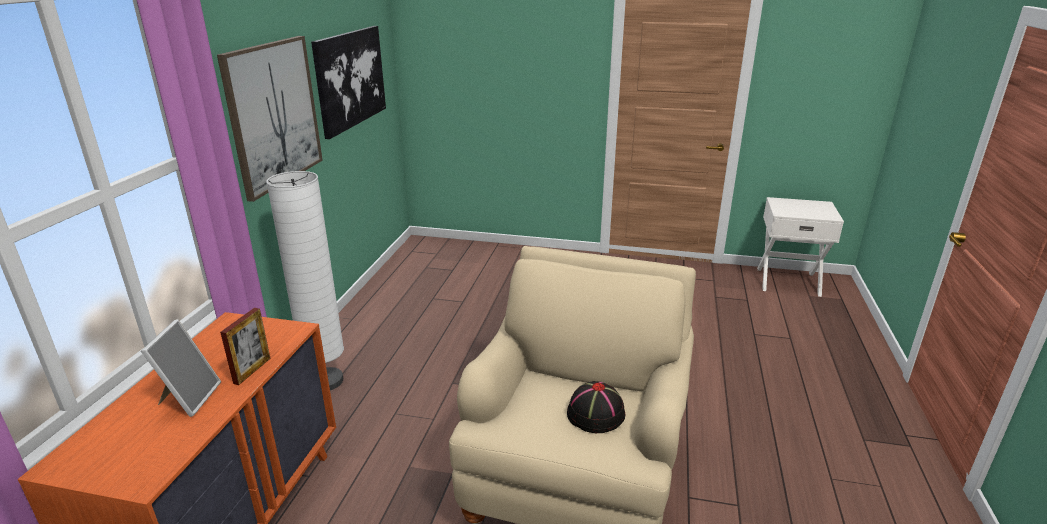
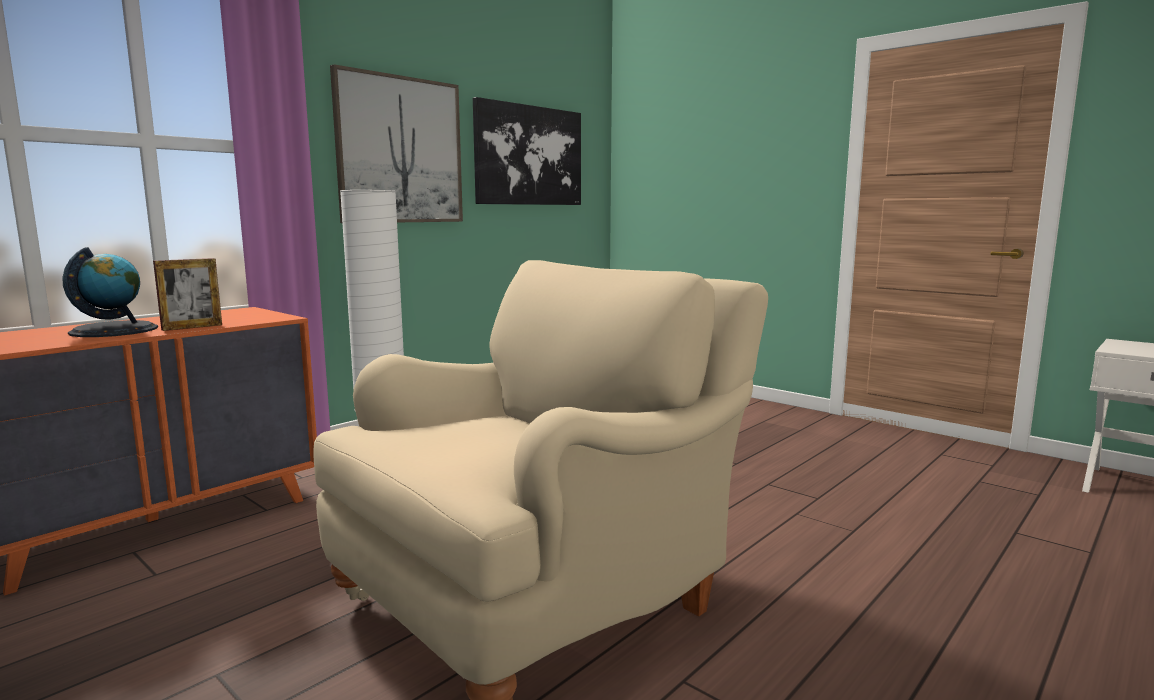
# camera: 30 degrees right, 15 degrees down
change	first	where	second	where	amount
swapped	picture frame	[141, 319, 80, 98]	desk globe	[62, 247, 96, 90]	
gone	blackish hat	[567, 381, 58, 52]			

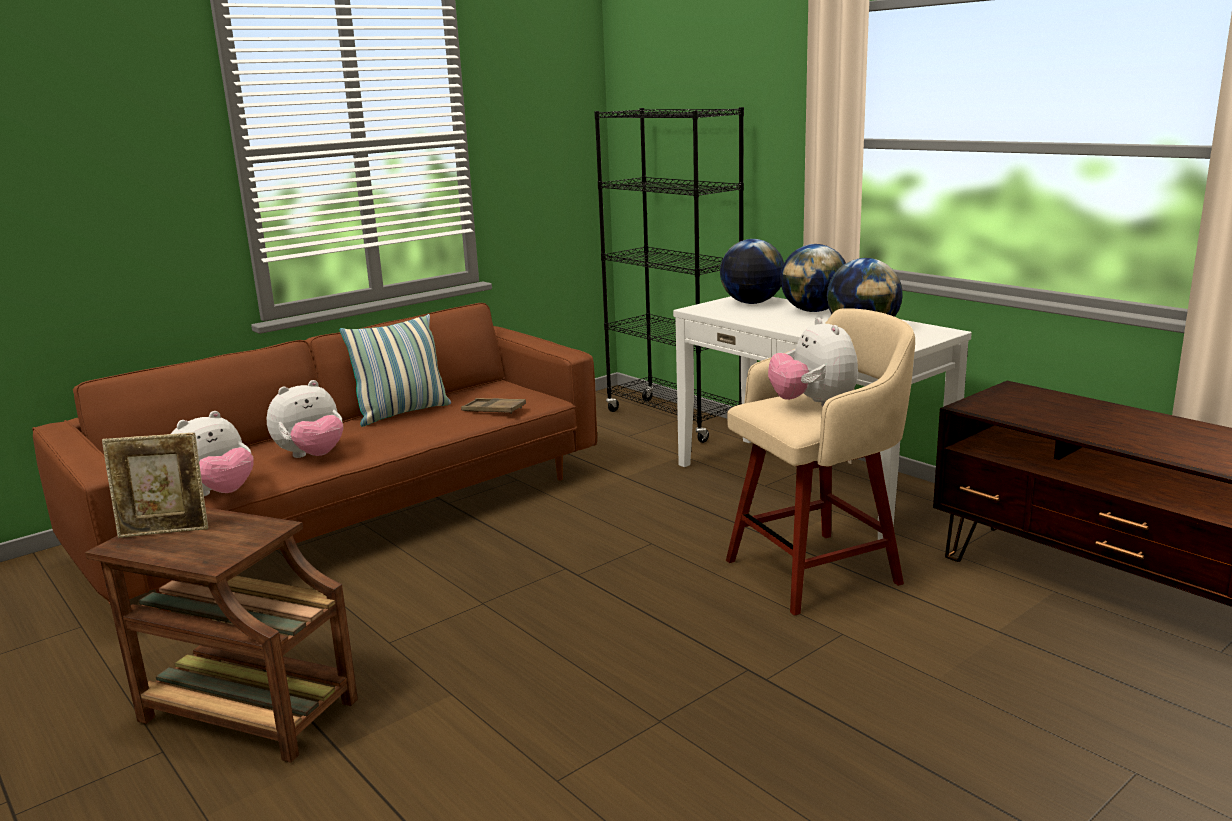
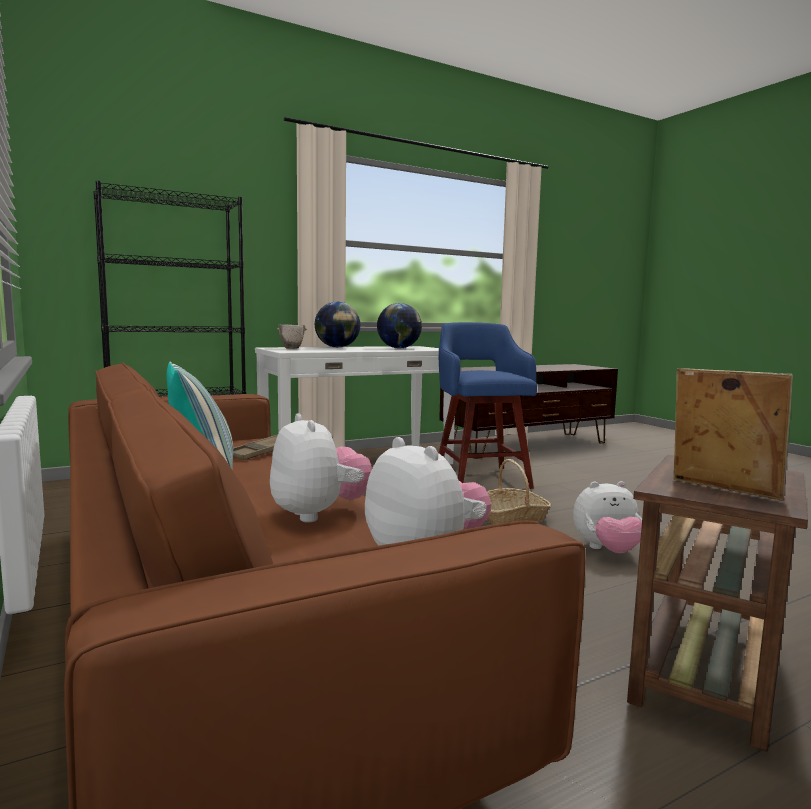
# camera: 80 degrees left, 10 degrees down
change	first	where	second	where	amount
swapped	desk globe	[720, 239, 64, 65]	deep dish	[277, 324, 30, 25]	
repainted	sand-coloured stool seat	[726, 308, 189, 308]	bluish stool seat	[439, 322, 98, 167]	
new			basket	[486, 459, 65, 65]	
shifted	cuddly toy	[768, 317, 90, 89]		[573, 481, 69, 72]	
rotated	picture frame	[102, 433, 106, 105]		[673, 368, 120, 133]	45 degrees counterclockwise

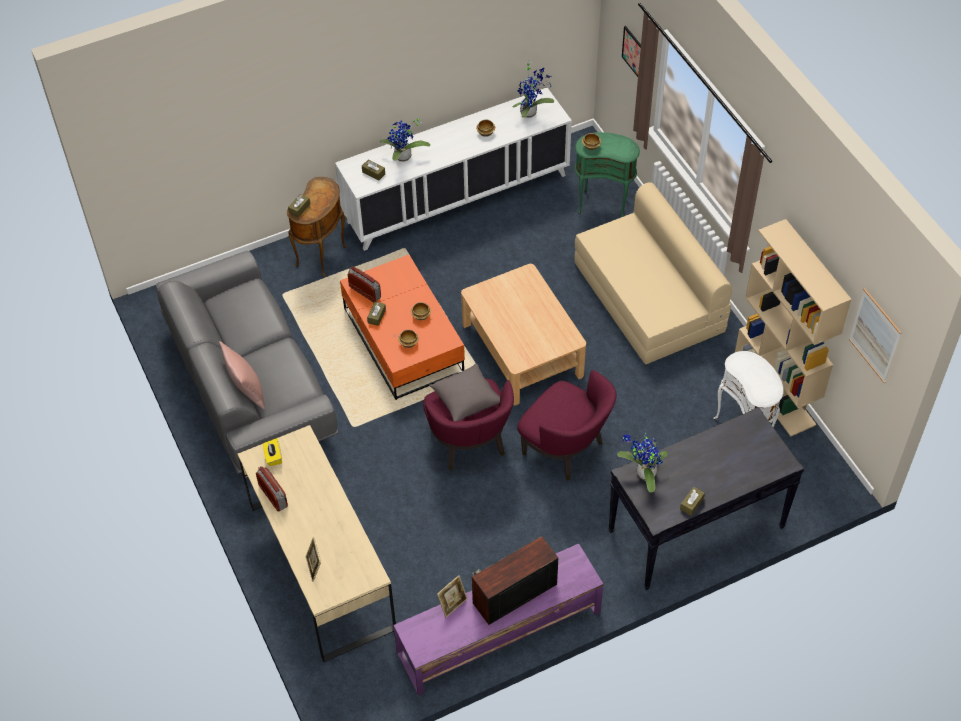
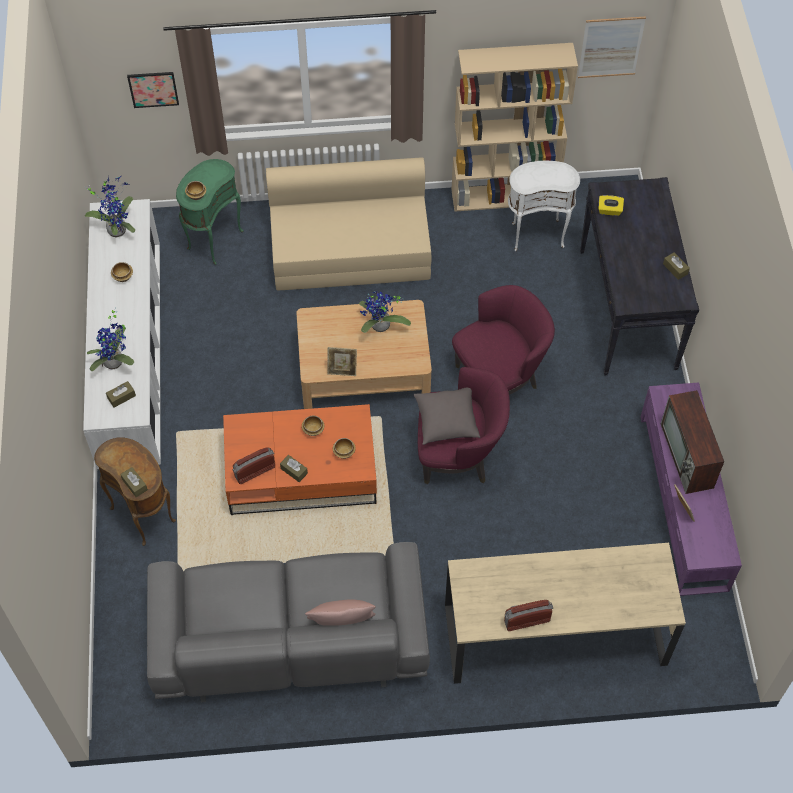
# camera: 70 degrees left, 5 degrees up
change	first	where	second	where	amount
shifted	picture frame	[306, 537, 15, 45]		[328, 347, 29, 29]	
shifted	potted plant	[617, 433, 51, 60]		[359, 291, 52, 42]	
shifted	yellow-coloured tissue box	[263, 438, 19, 28]		[598, 195, 26, 21]	

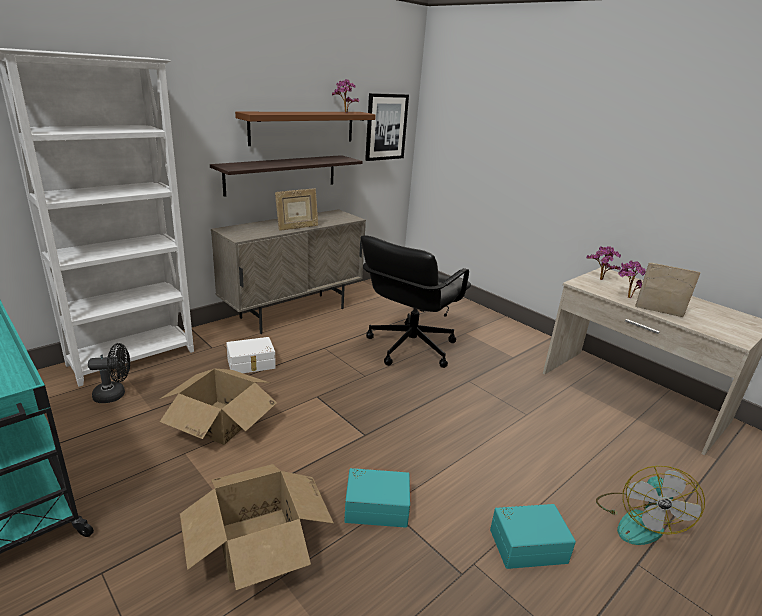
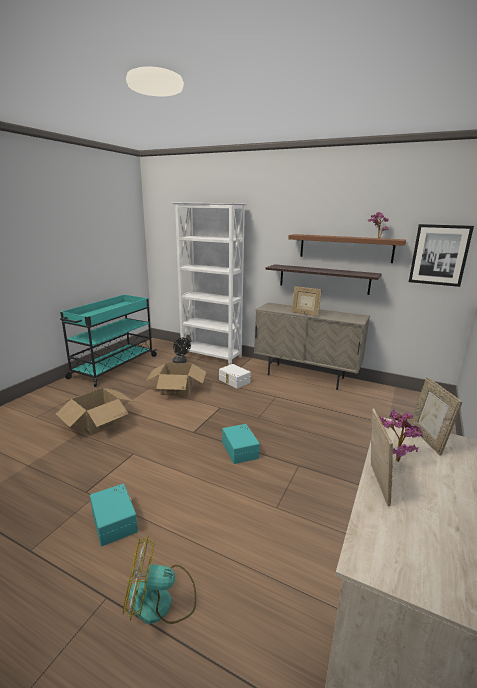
# camera: 70 degrees right, 5 degrees down
change	first	where	second	where	amount
shifted	turquoise-coloured storage box	[344, 468, 66, 60]		[222, 424, 38, 40]	
swapped	potted plant	[586, 246, 35, 34]	picture frame	[410, 377, 52, 78]	
gone	blackish desk chair	[360, 235, 111, 133]			

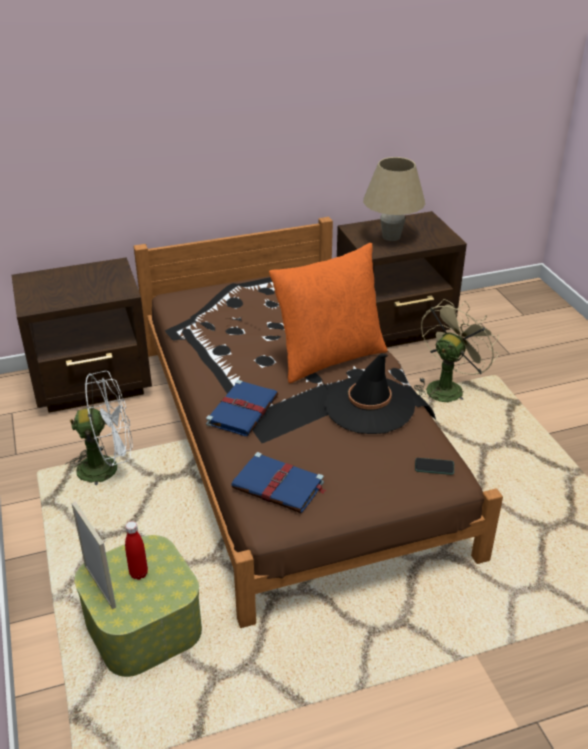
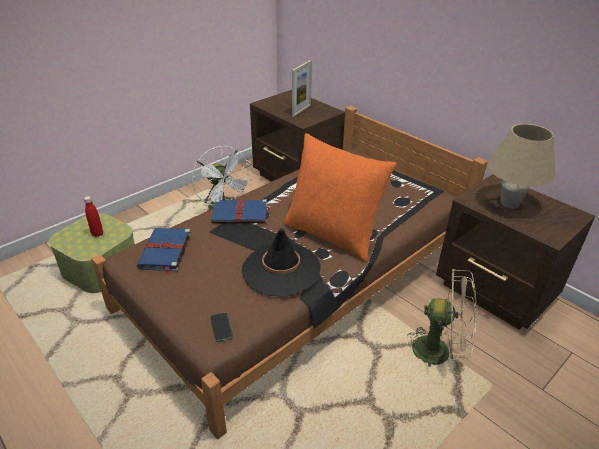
# camera: 65 degrees right, 0 degrees up
change	first	where	second	where	amount
shifted	picture frame	[71, 501, 45, 108]		[292, 60, 20, 57]	

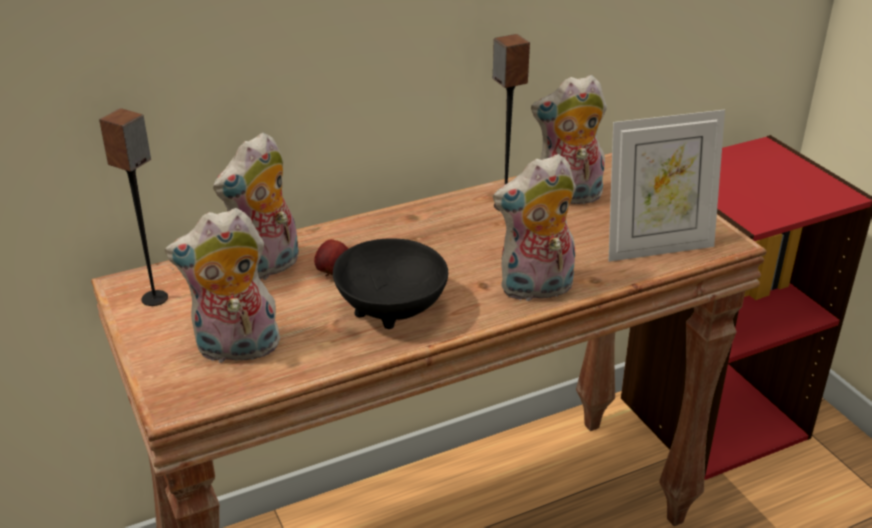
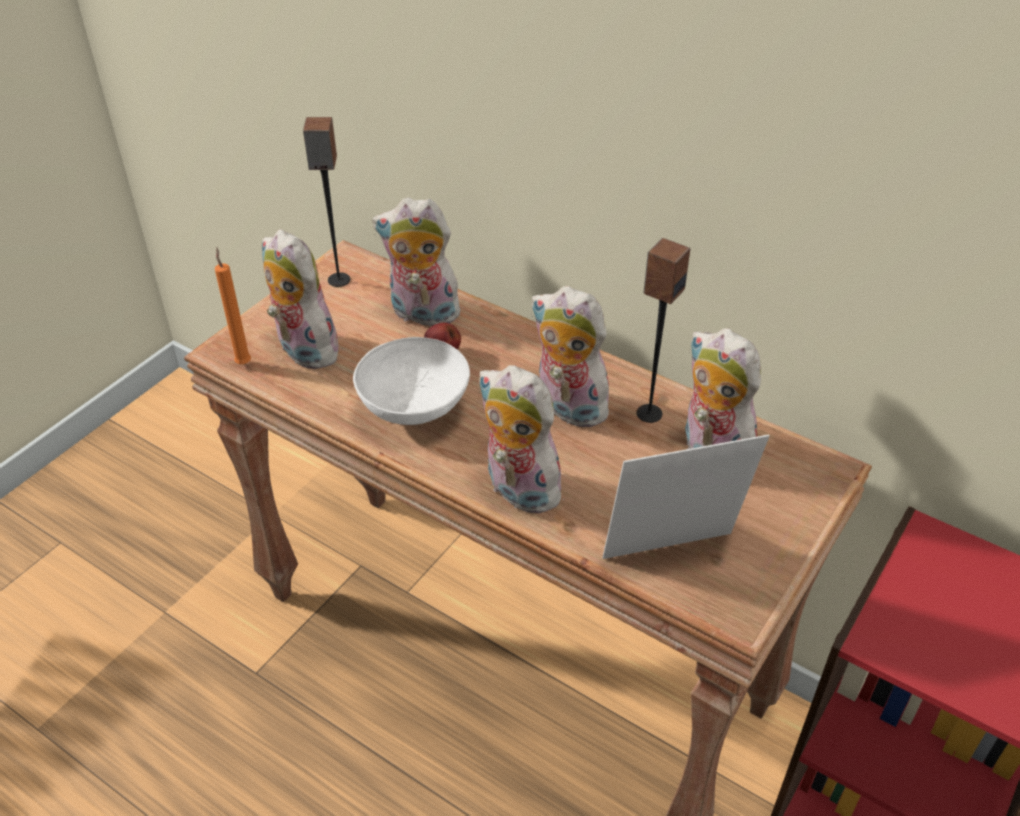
# camera: 60 degrees right, 10 degrees up
change	first	where	second	where	amount
new			orange wax candle	[215, 248, 36, 116]	
repainted	blackish deep dish	[333, 238, 115, 91]	white-coloured deep dish	[353, 337, 117, 88]	
new			cuddly toy	[531, 286, 81, 141]	
rotated	picture frame	[609, 110, 116, 152]		[602, 434, 167, 125]	120 degrees clockwise

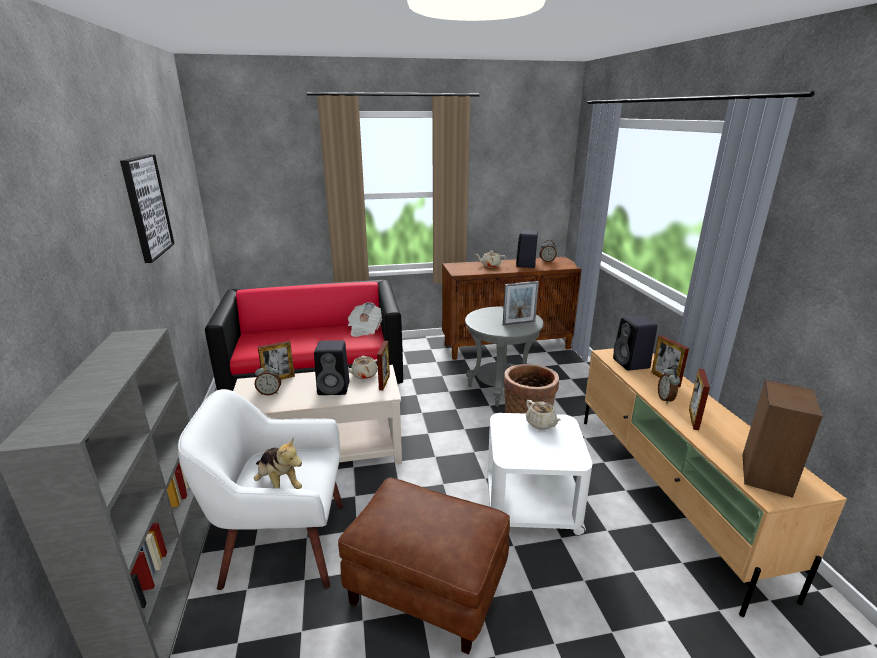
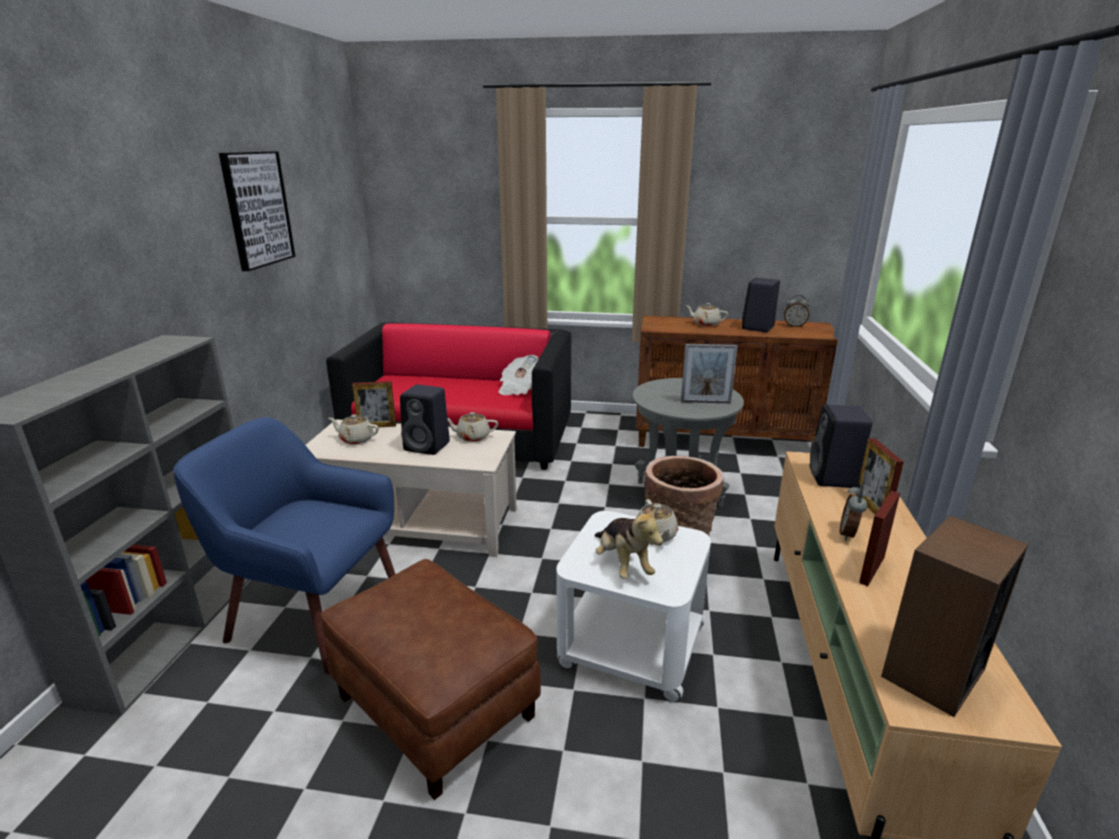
# camera: 20 degrees right, 0 degrees up
change	first	where	second	where	amount
repainted	white-coloured easy chair	[178, 389, 165, 201]	bluish easy chair	[173, 417, 222, 257]	
swapped	bedside clock	[255, 364, 26, 31]	sand-coloured teapot	[328, 415, 51, 29]	
shifted	cuddly toy	[254, 436, 48, 53]		[594, 507, 69, 72]	
gone	picture frame	[377, 341, 13, 49]			

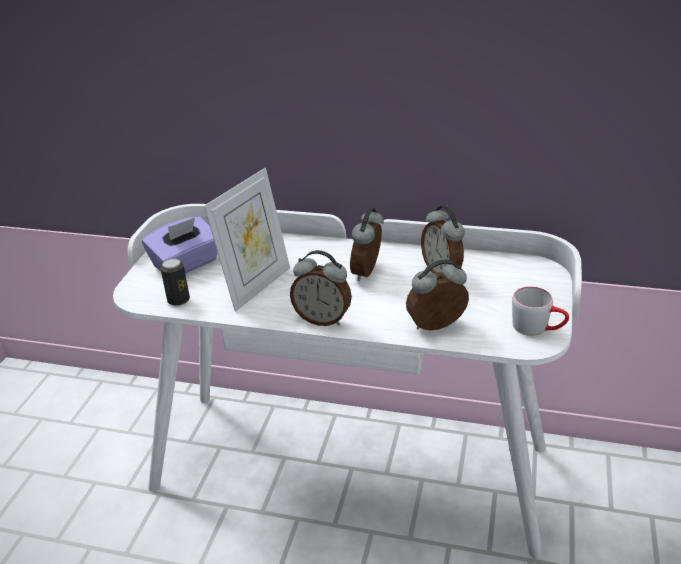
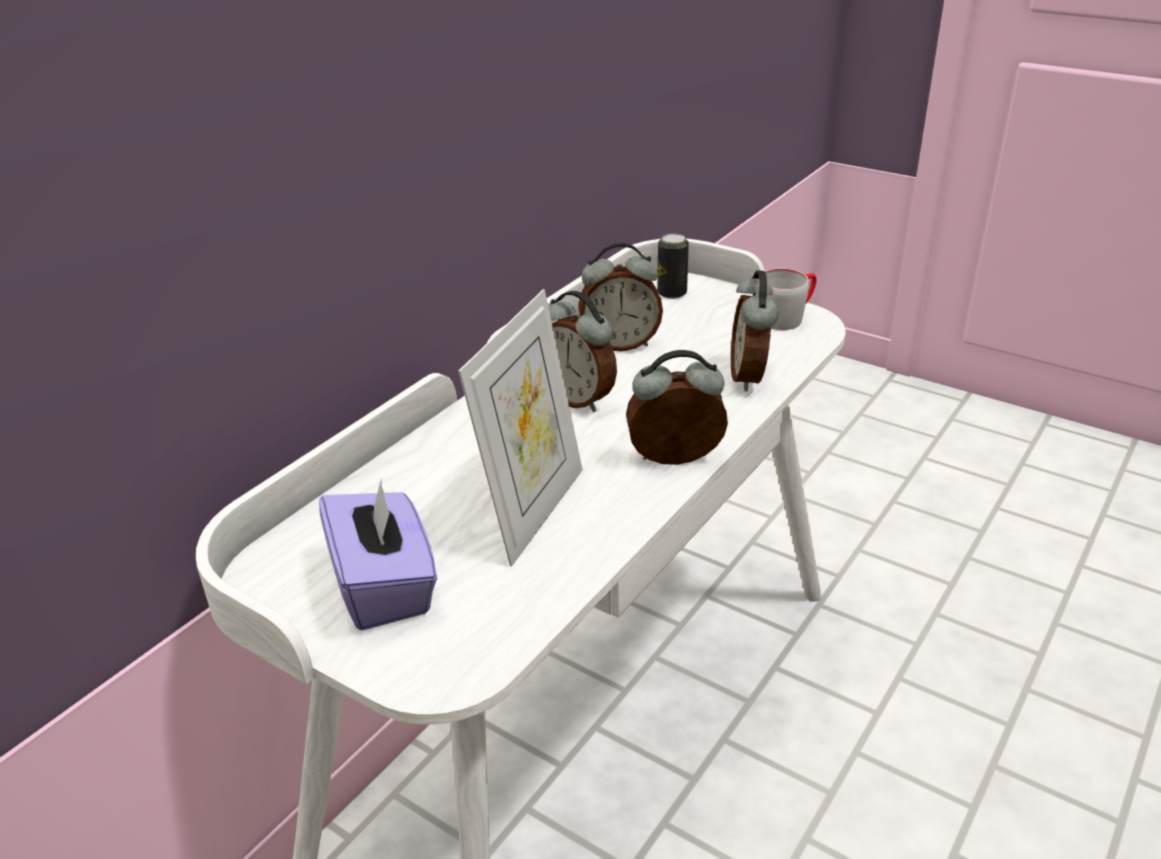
# camera: 70 degrees left, 0 degrees up
change	first	where	second	where	amount
rotated	picture frame	[204, 168, 86, 144]		[458, 289, 125, 277]	60 degrees clockwise
rotated	bedside clock	[290, 250, 62, 76]		[626, 350, 102, 115]	135 degrees counterclockwise
shifted	metal can	[160, 258, 30, 48]		[657, 233, 32, 66]	

